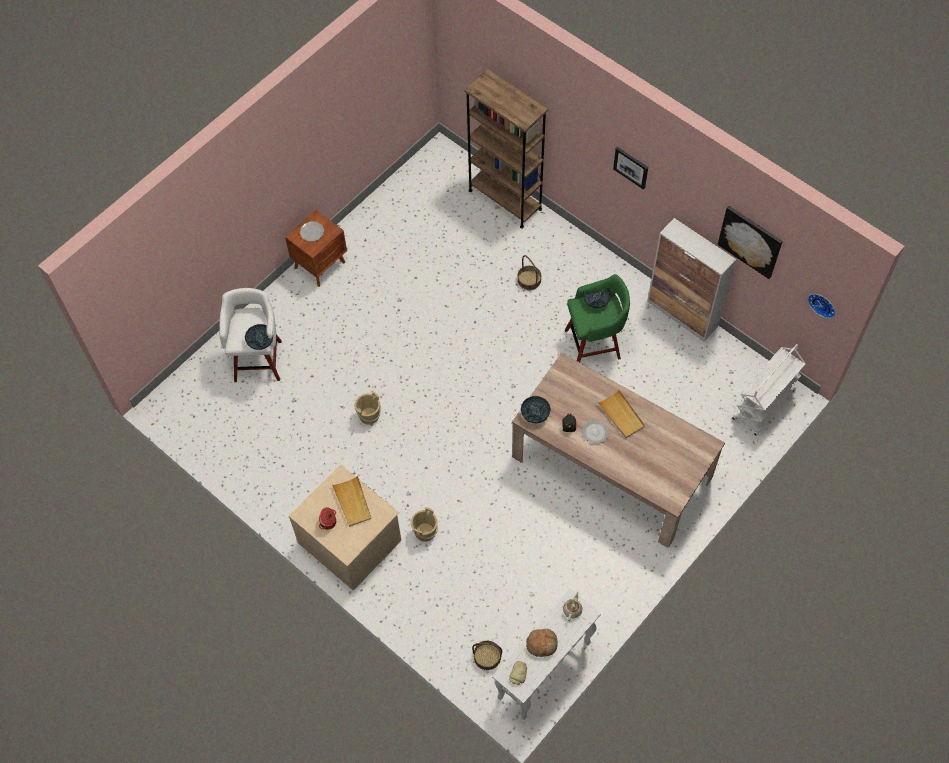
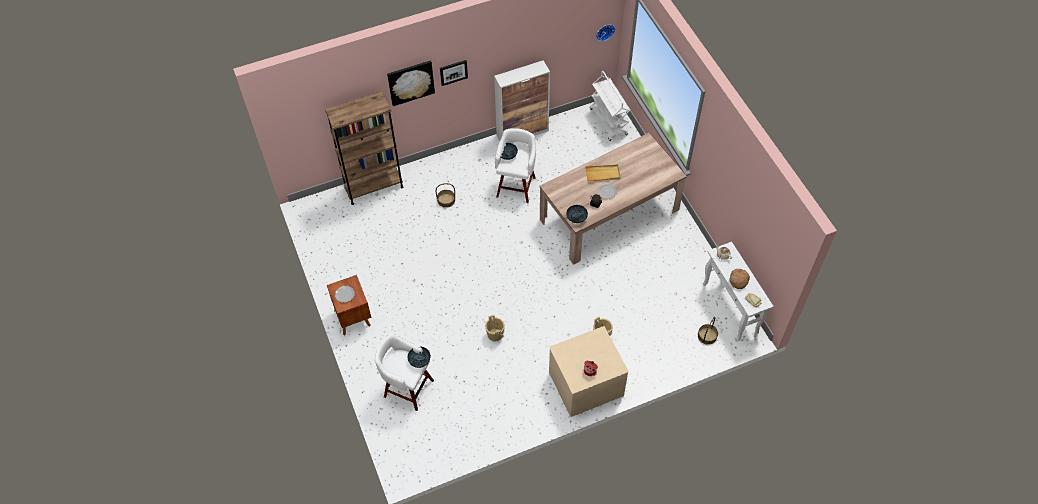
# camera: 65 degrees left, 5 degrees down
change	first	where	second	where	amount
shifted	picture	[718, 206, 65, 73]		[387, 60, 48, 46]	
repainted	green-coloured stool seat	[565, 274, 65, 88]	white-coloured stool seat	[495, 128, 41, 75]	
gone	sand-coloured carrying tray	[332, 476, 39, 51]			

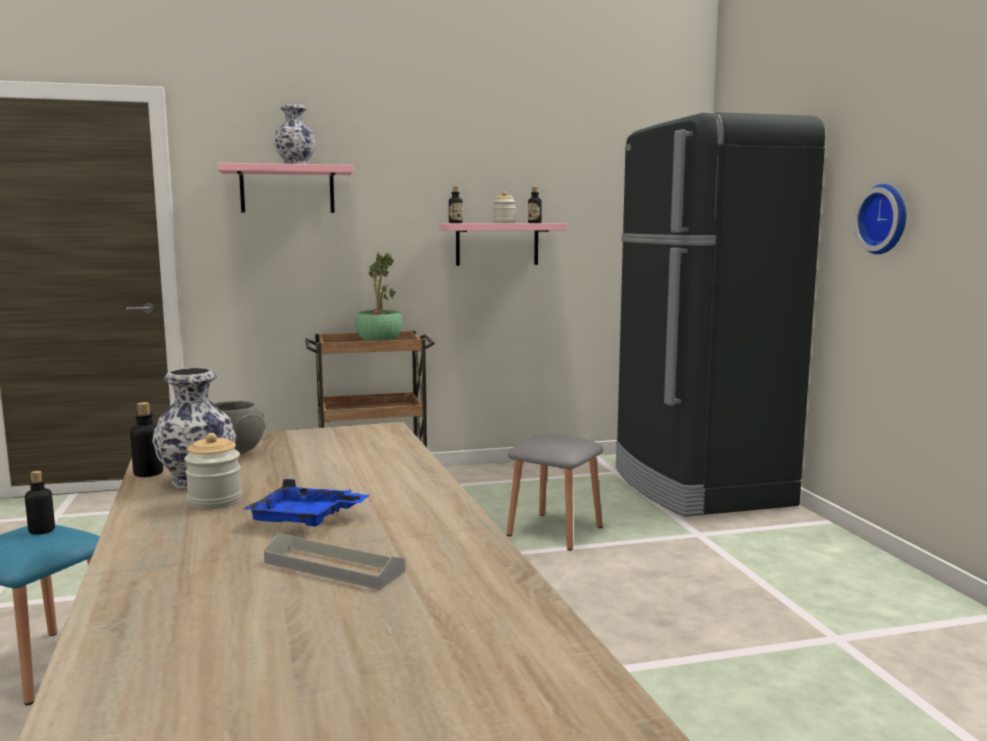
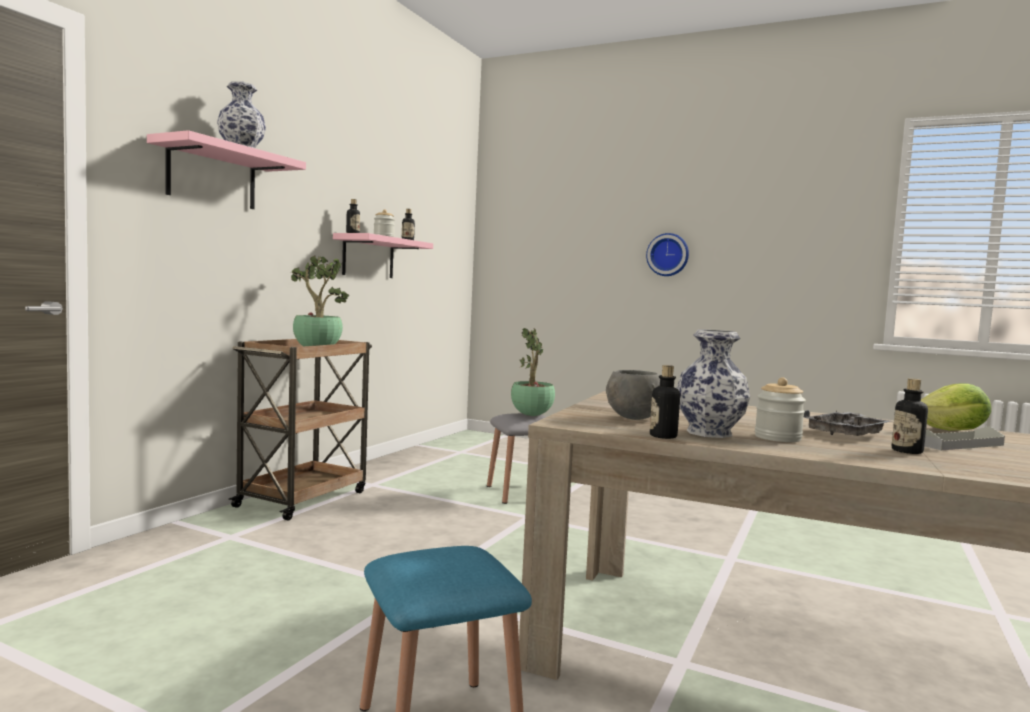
# camera: 50 degrees left, 5 degrees down
change	first	where	second	where	amount
new			potted plant	[511, 328, 44, 88]	
repainted	bluish carrying tray	[244, 479, 125, 47]	gray carrying tray	[804, 410, 87, 26]	
shifted	beverage bottle	[25, 471, 30, 64]		[892, 378, 36, 76]	
new			lettuce head	[921, 383, 70, 47]	
gone	blackish fridge	[616, 112, 209, 405]			

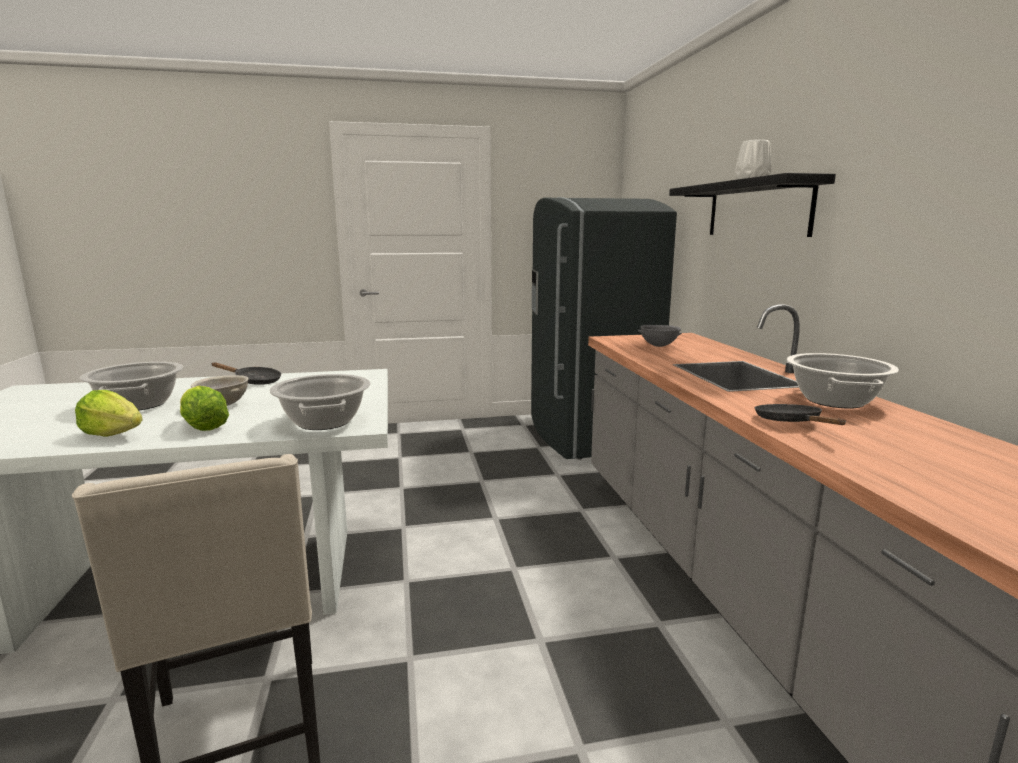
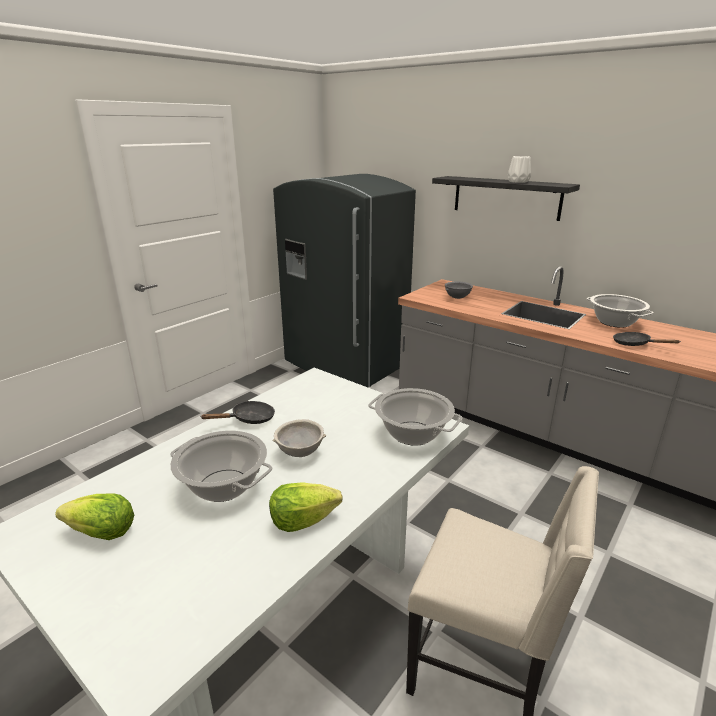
# camera: 40 degrees left, 10 degrees up
change	first	where	second	where	amount
shifted	lettuce head	[180, 386, 49, 45]		[55, 494, 79, 46]	

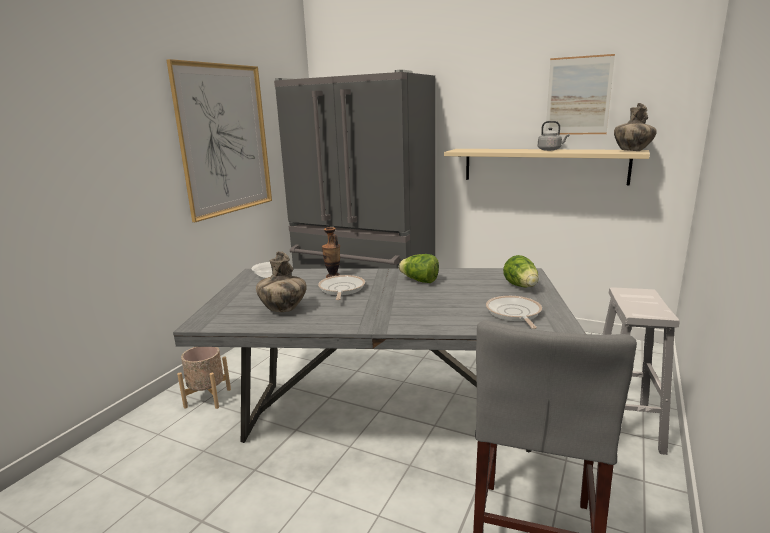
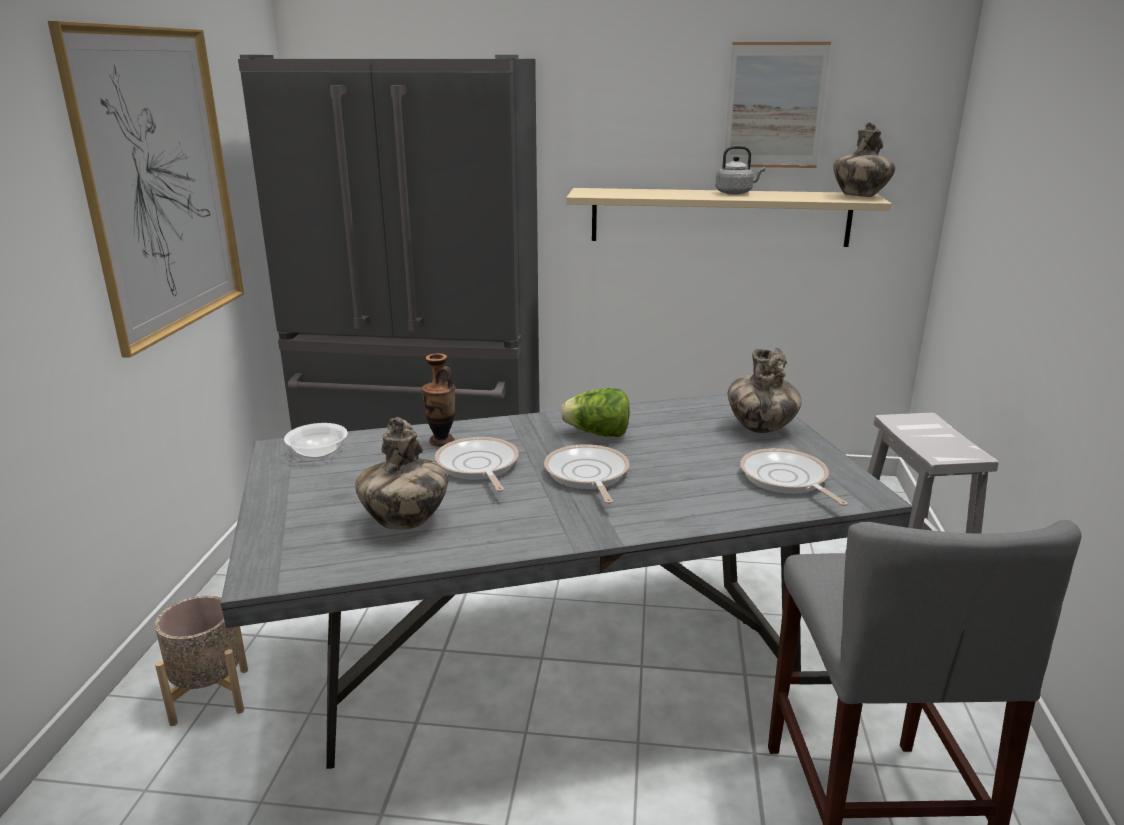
# camera: 20 degrees left, 5 degrees up
change	first	where	second	where	amount
new			skillet	[544, 444, 85, 60]	
swapped	lettuce head	[503, 255, 36, 32]	decorative vase	[728, 348, 74, 85]	

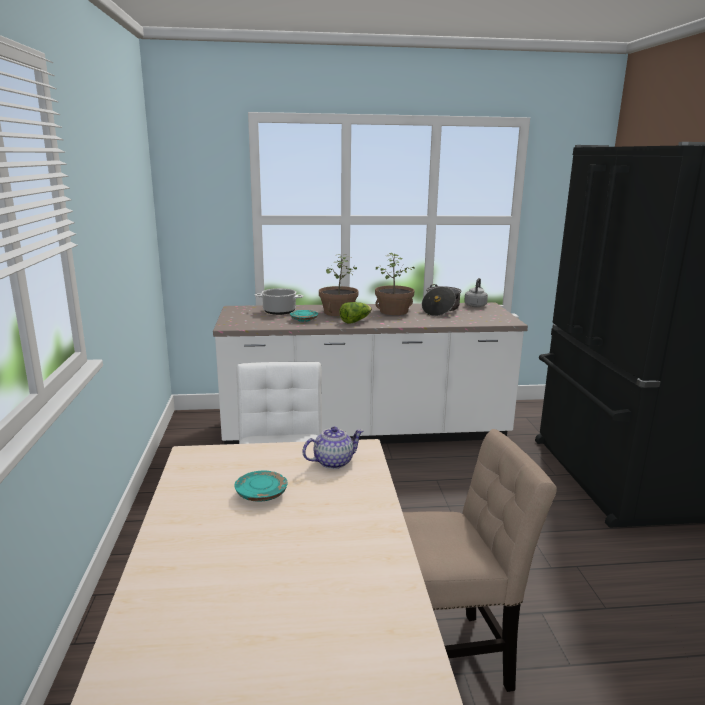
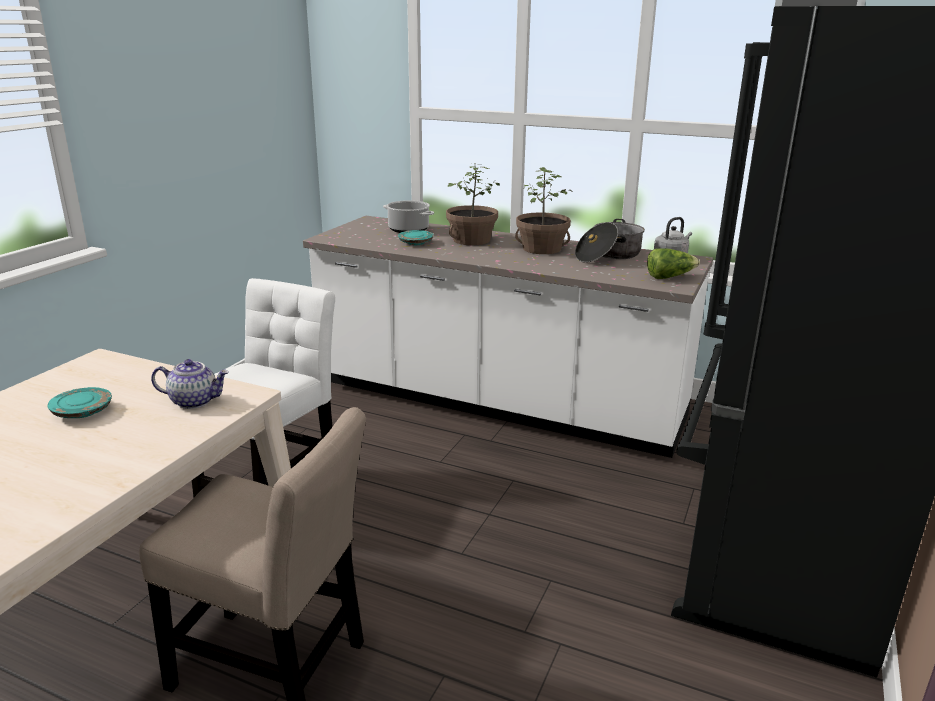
# camera: 30 degrees right, 5 degrees up
change	first	where	second	where	amount
shifted	lettuce head	[339, 302, 33, 22]		[647, 248, 53, 31]	

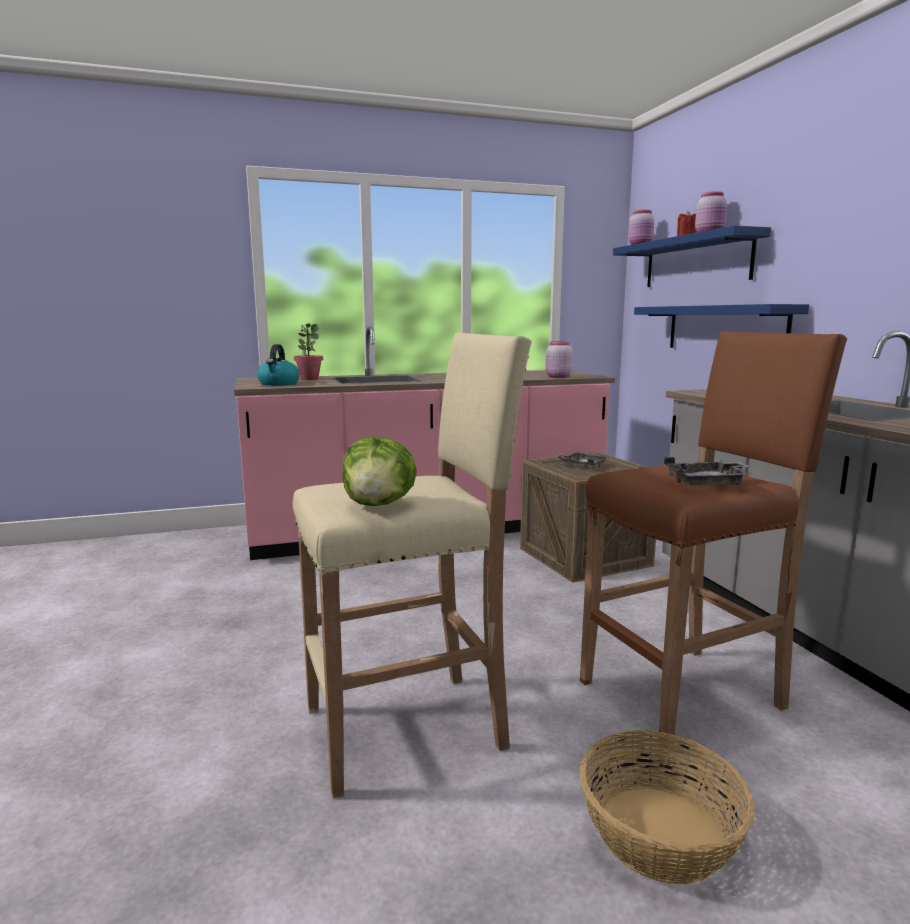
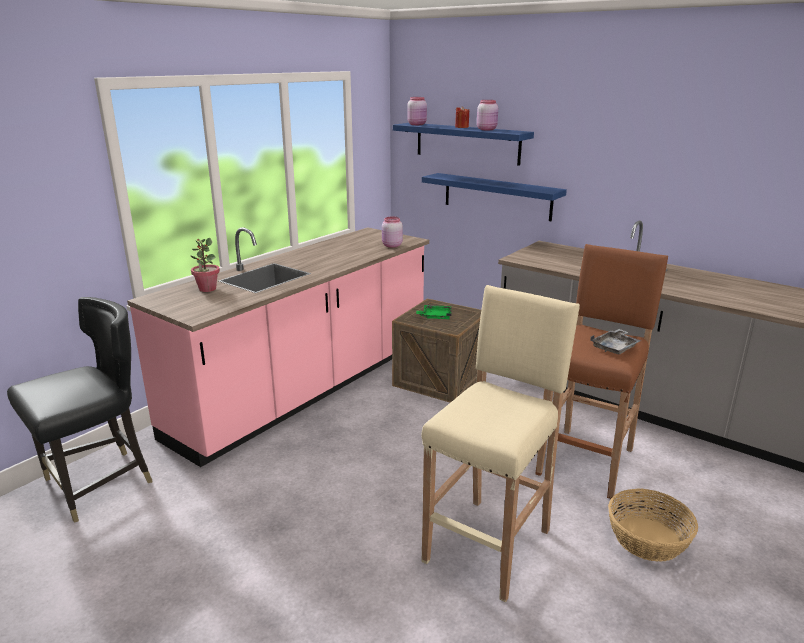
# camera: 35 degrees left, 10 degrees up
change	first	where	second	where	amount
new			blackish upright chair	[7, 297, 145, 226]	
repainted	gray carrying tray	[555, 452, 54, 17]	green-coloured carrying tray	[416, 305, 35, 14]	
gone	kettle	[257, 344, 43, 42]			
gone	lettuce head	[342, 436, 75, 70]			

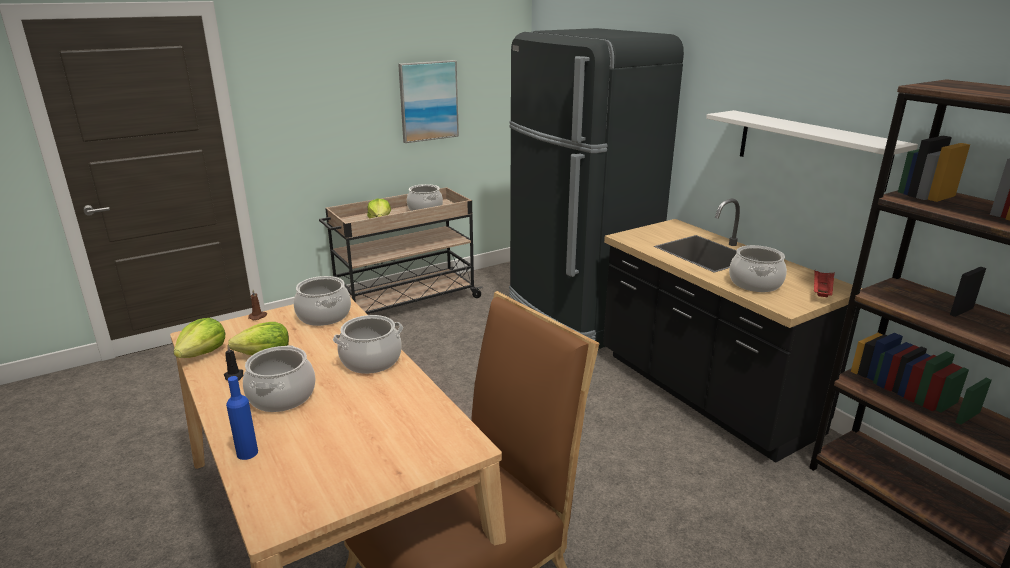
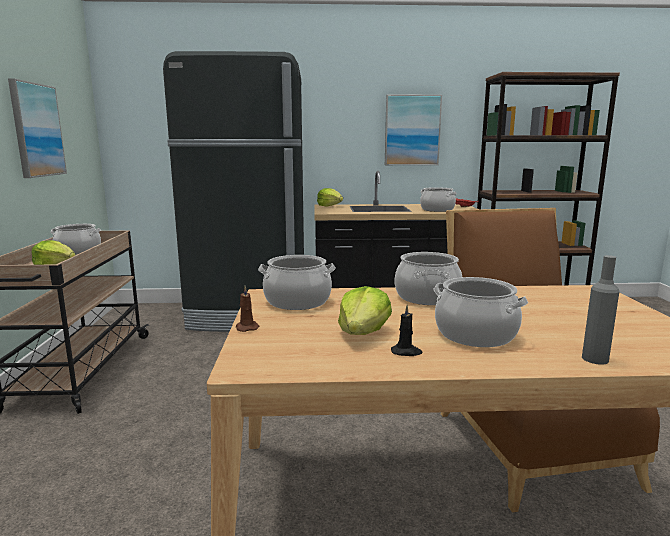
# camera: 60 degrees left, 10 degrees down
change	first	where	second	where	amount
shifted	lettuce head	[173, 318, 52, 40]		[317, 188, 26, 19]	
swapped	white-coloured wall shelf	[706, 110, 212, 82]	picture	[385, 94, 57, 71]	
repainted	bluish beverage bottle	[226, 376, 32, 84]	gray beverage bottle	[582, 255, 38, 110]	

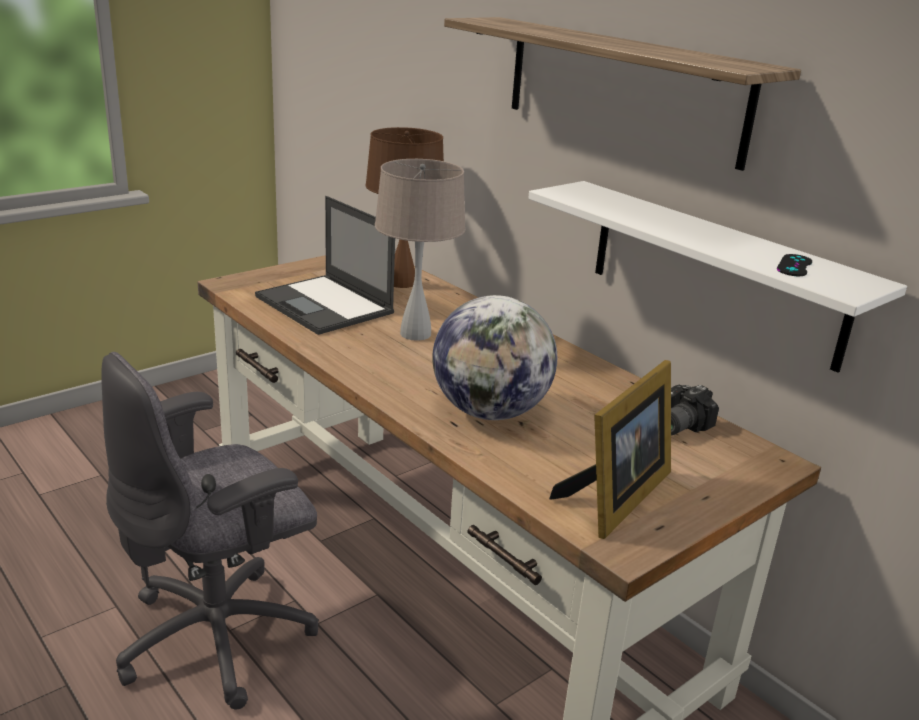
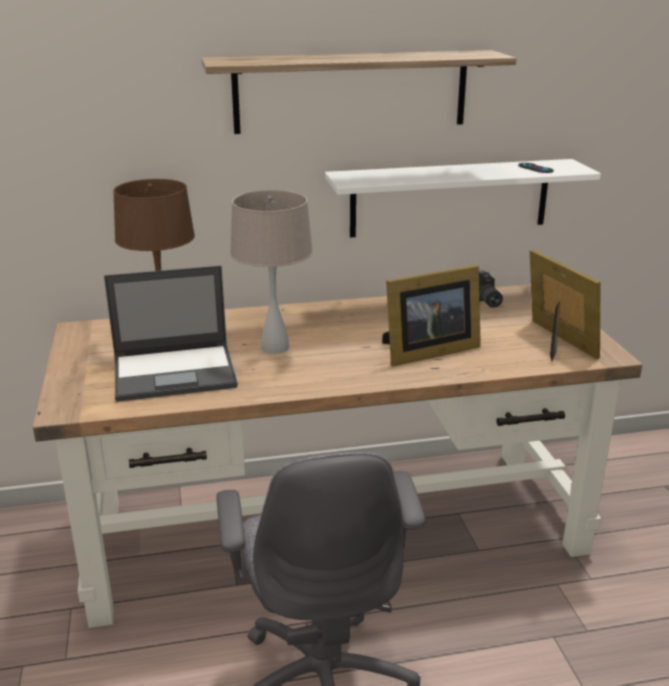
# camera: 60 degrees left, 0 degrees up
change	first	where	second	where	amount
swapped	desk globe	[432, 295, 125, 125]	picture frame	[382, 265, 99, 101]	

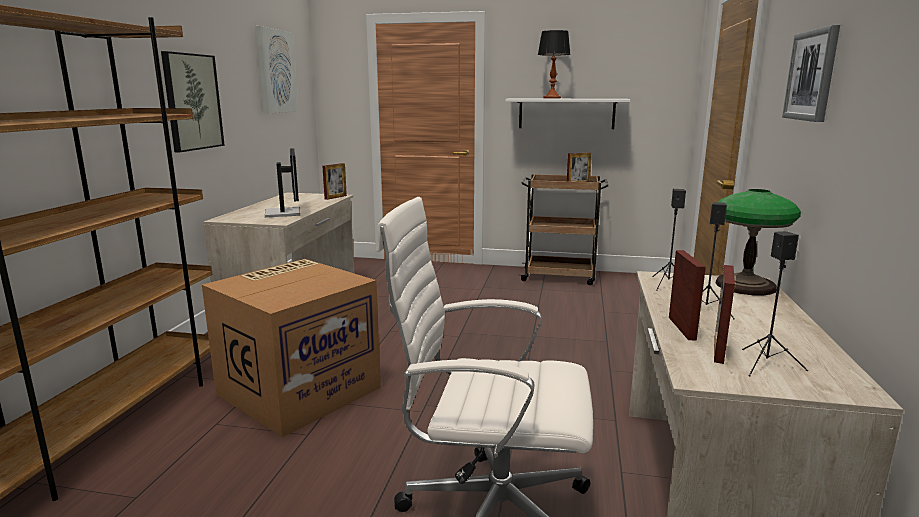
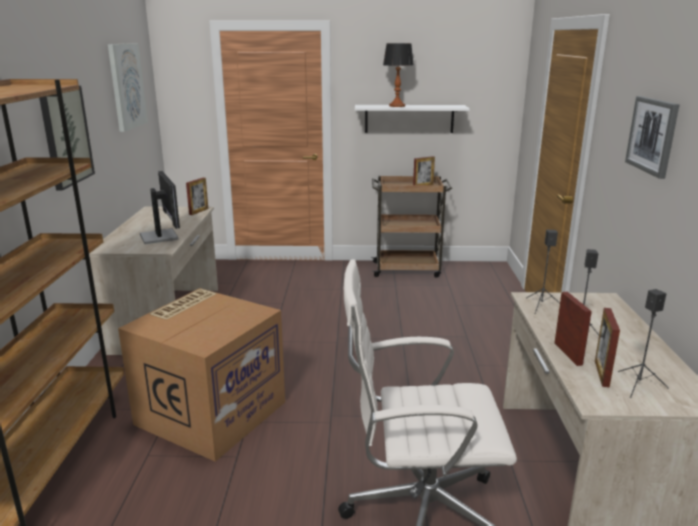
# camera: 10 degrees left, 5 degrees up
change	first	where	second	where	amount
gone	tabletop lamp	[715, 189, 86, 107]			

